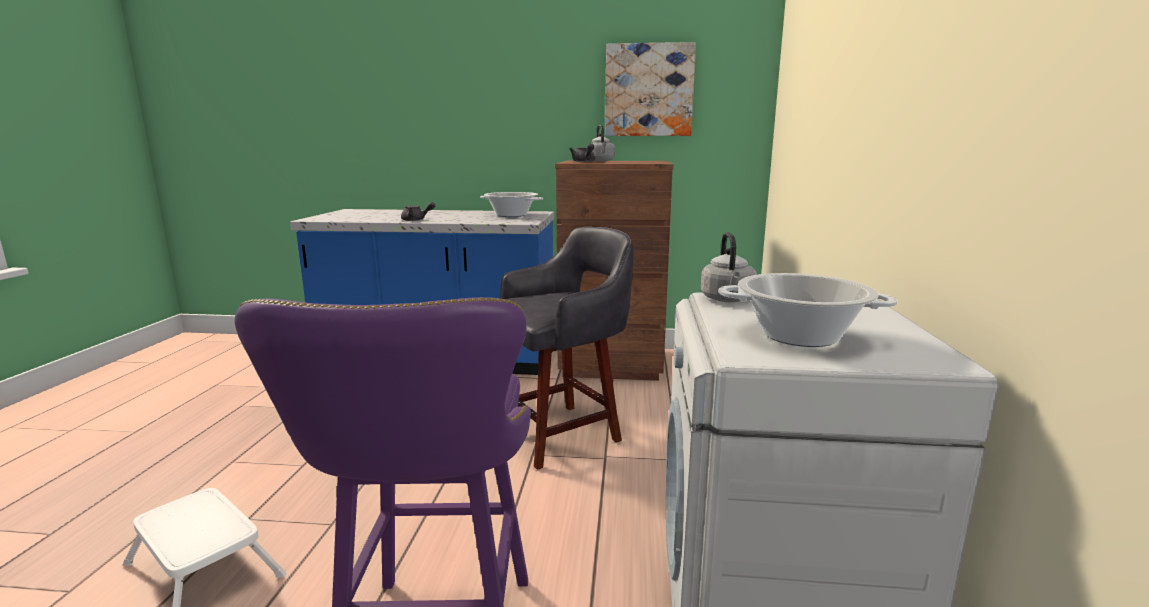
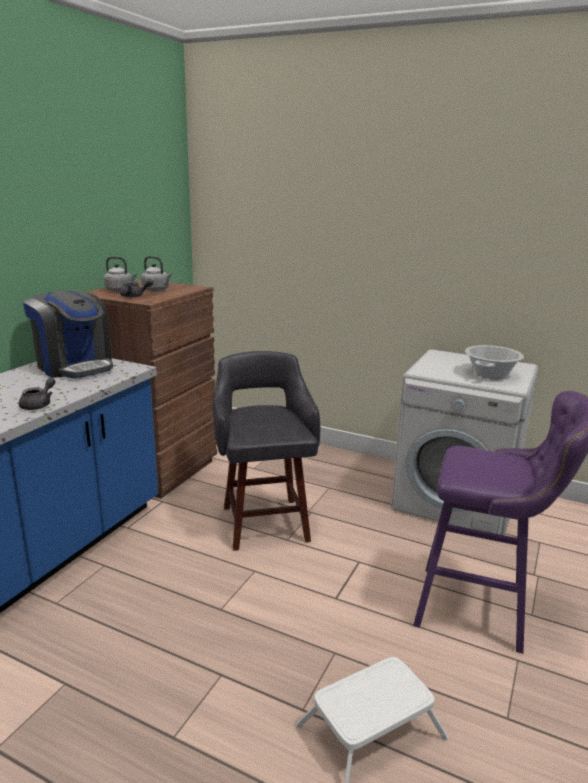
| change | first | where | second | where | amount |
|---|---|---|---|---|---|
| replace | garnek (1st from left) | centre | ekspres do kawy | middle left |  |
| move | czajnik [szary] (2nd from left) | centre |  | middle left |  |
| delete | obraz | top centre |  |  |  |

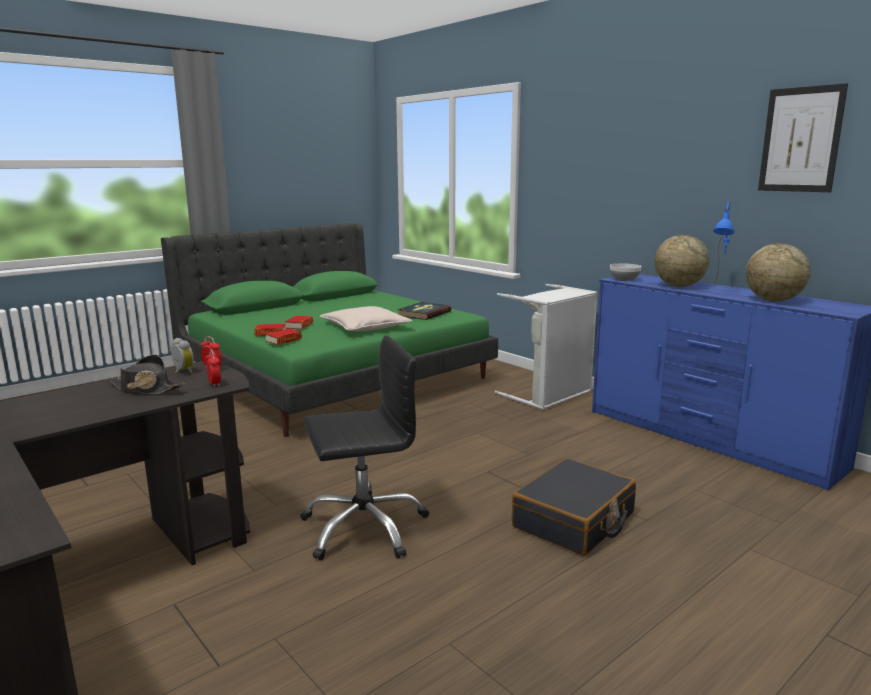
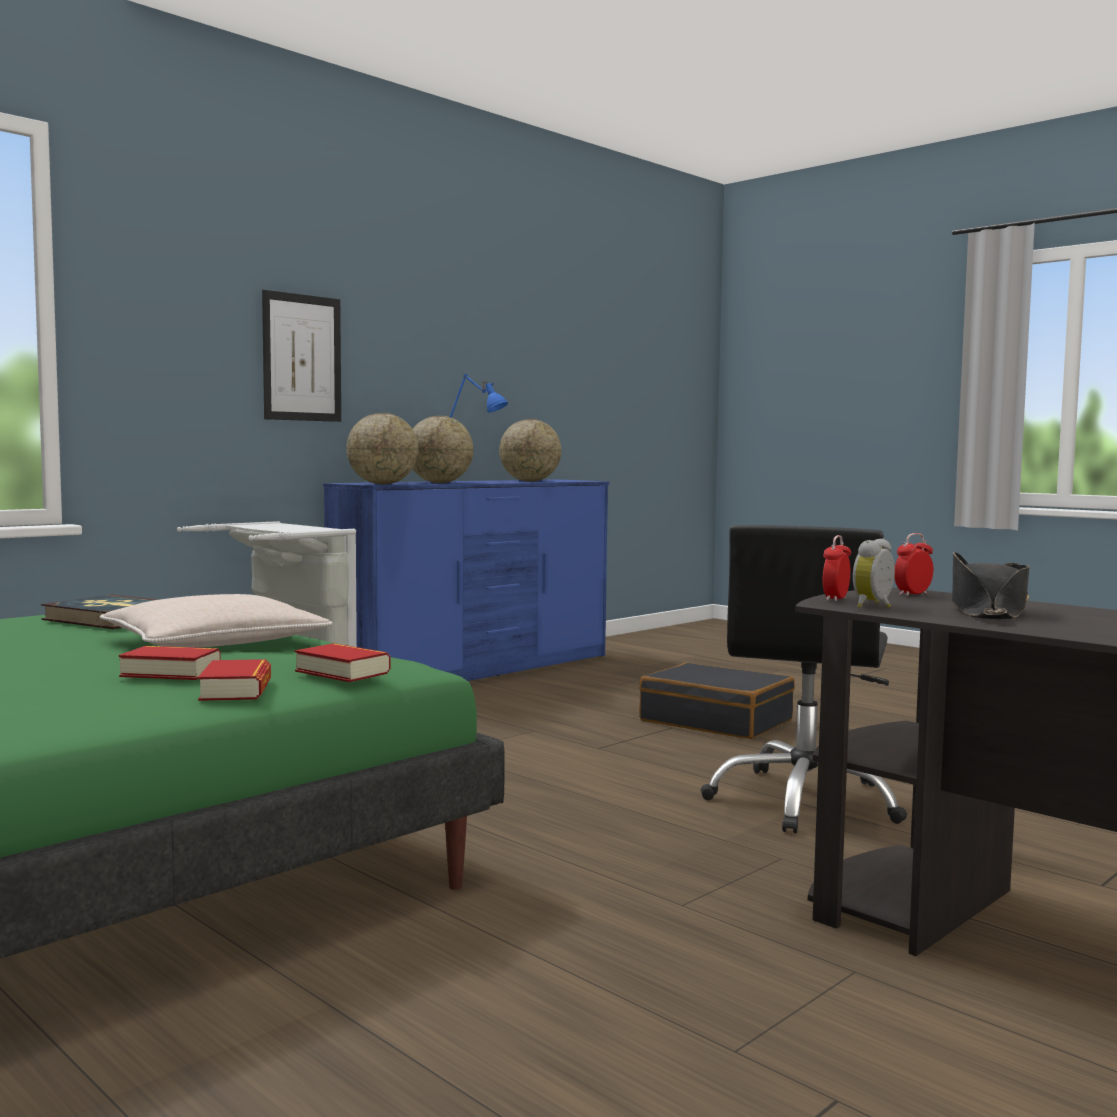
| change | first | where | second | where | amount |
|---|---|---|---|---|---|
| move | obraz | top right |  | top left |  |
| replace | miska | middle right | globus (1st from left) | centre |  |
| rotate | krzesło biurowe [czarny] | centre |  | middle right | 135 degrees counterclockwise |

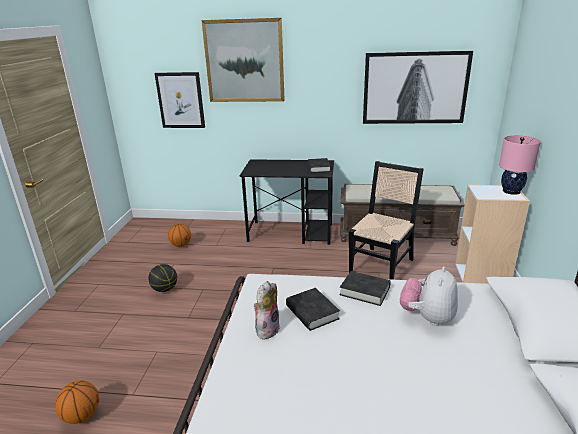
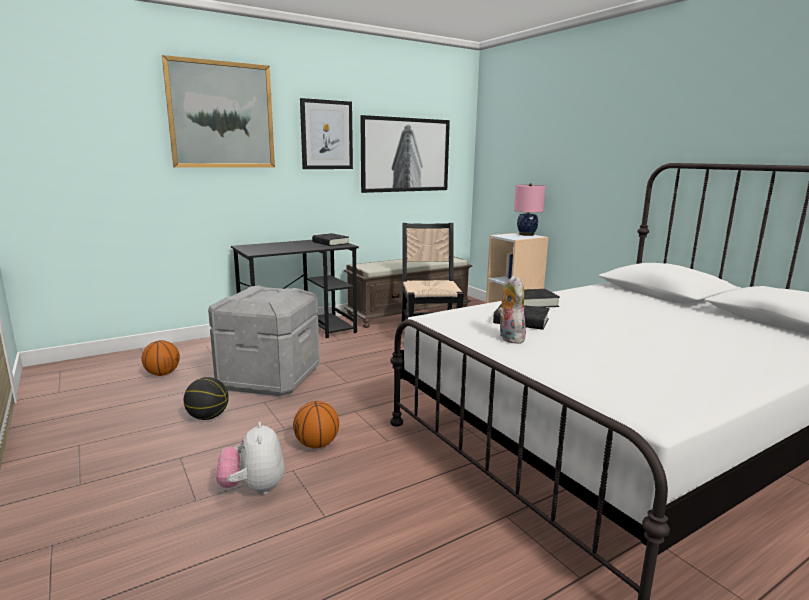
| change | first | where | second | where | amount |
|---|---|---|---|---|---|
| insert |  |  | pojemnik do przechowywania [szary] | middle left |  |
| move | pluszak (2nd from left in the first image) | bottom right | pluszak (1st from left) | bottom left |  |
| move | piłka do koszykówki (1st from left in the first image) | bottom left | piłka do koszykówki (3rd from left) | bottom centre |  |
| move | obraz (1st from left in the first image) | top left | obraz (2nd from left) | top centre |  |

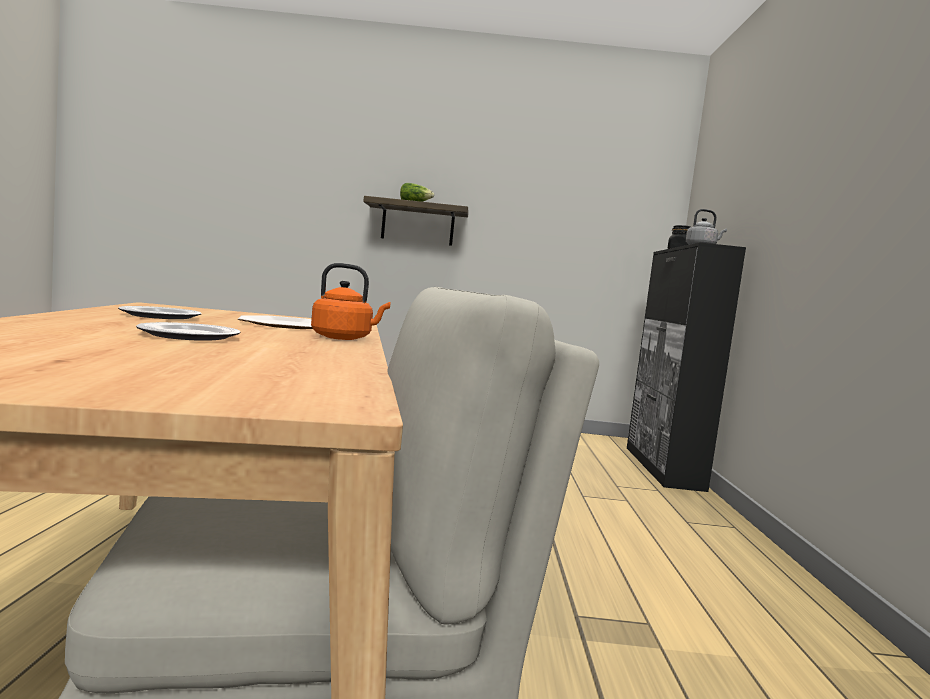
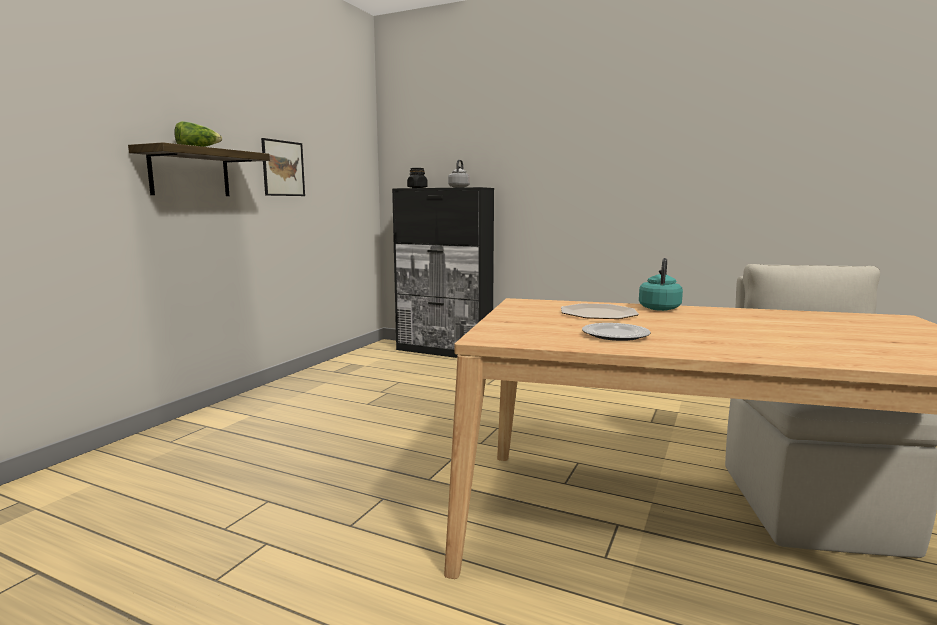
| change | first | where | second | where | amount |
|---|---|---|---|---|---|
| insert |  |  | obraz | top left |  |
| recolor | czajnik [pomarańczowy] | centre | czajnik [turkusowy] | middle right |  |
| delete | talerz (2nd from left) | middle left |  |  |  |

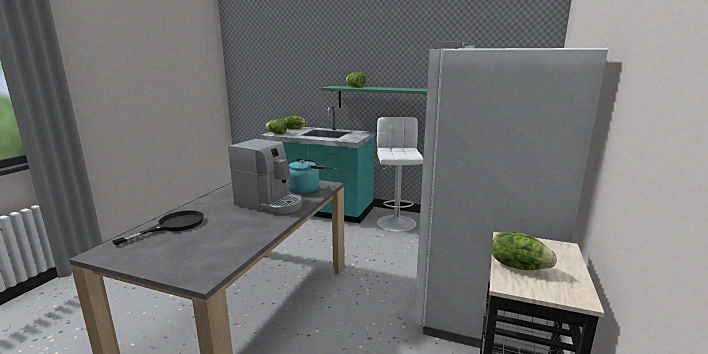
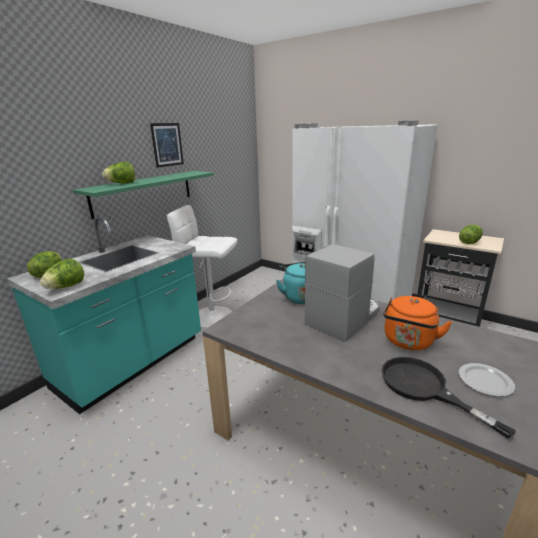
| change | first | where | second | where | amount |
|---|---|---|---|---|---|
| insert |  |  | obraz | top left |  |
| insert |  |  | czajnik [pomarańczowy] | middle right |  |
| insert |  |  | talerz | bottom right |  |

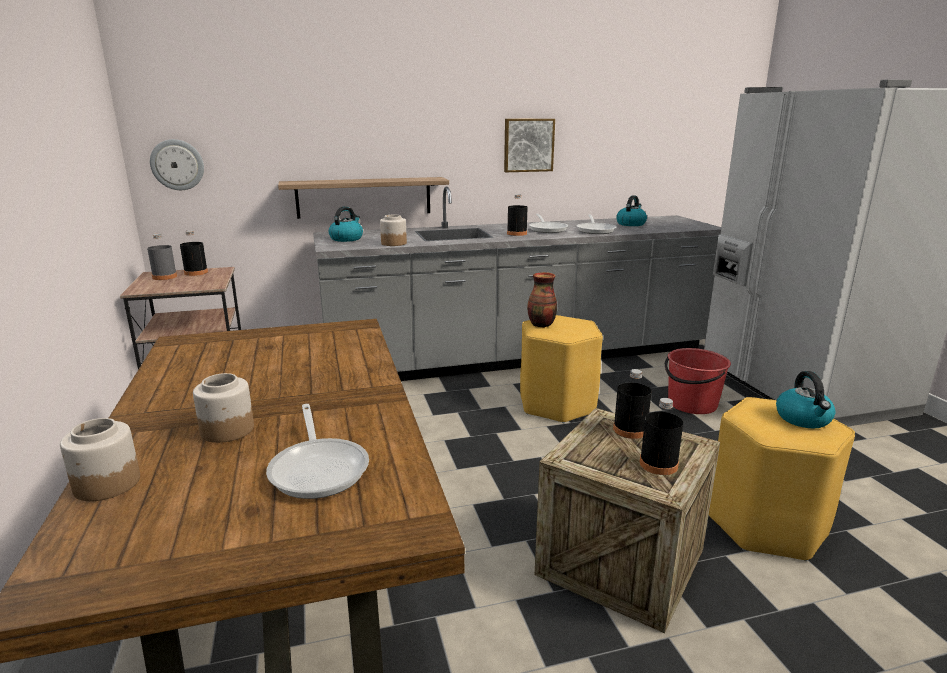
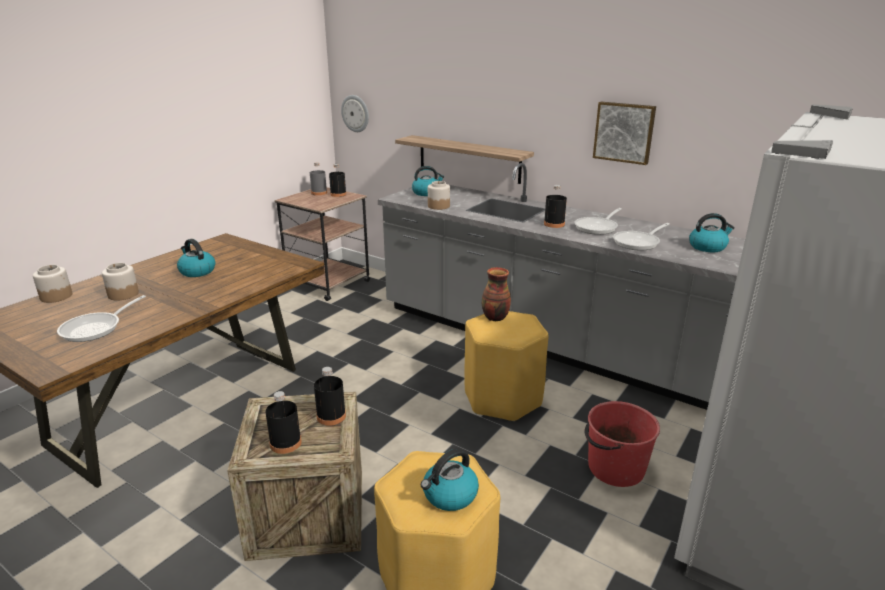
| change | first | where | second | where | amount |
|---|---|---|---|---|---|
| insert |  |  | czajnik (1st from left) | middle left |  |

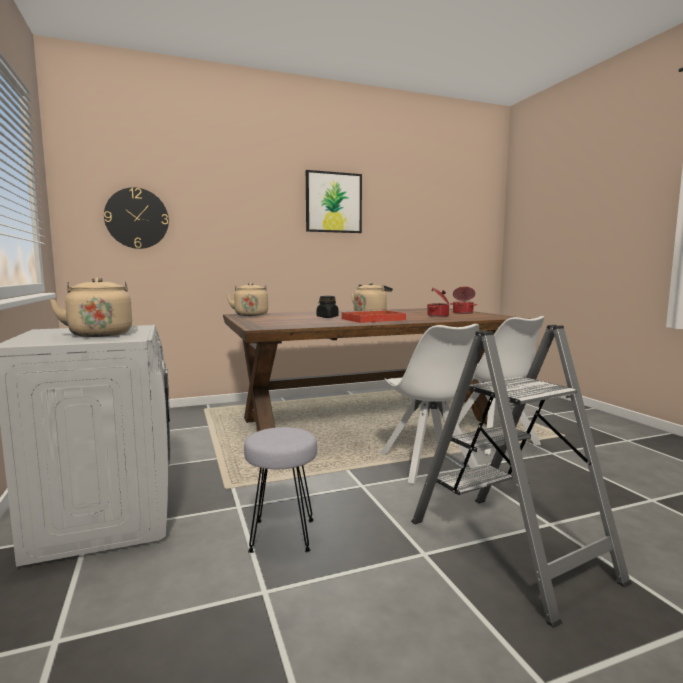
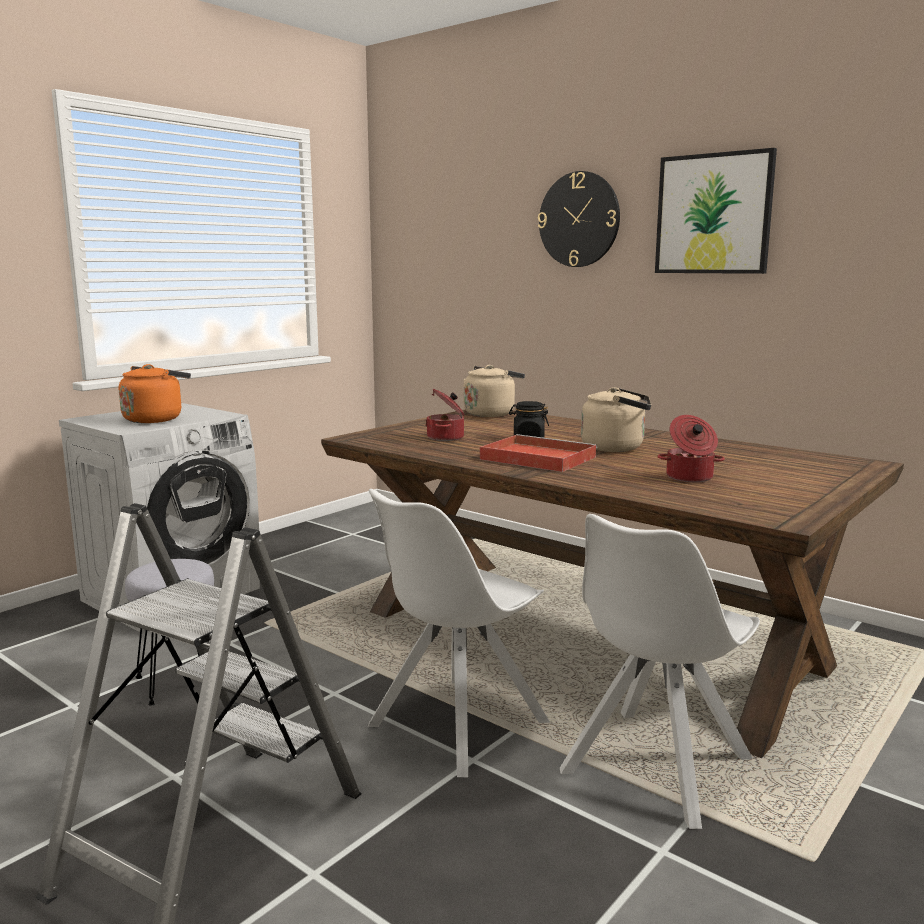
| change | first | where | second | where | amount |
|---|---|---|---|---|---|
| recolor | czajnik [beżowy] (1st from left) | middle left | czajnik [pomarańczowy] | middle left |  |
| move | garnek (2nd from left in the first image) | middle right | garnek (1st from left) | centre |  |
| move | zegar ścienny | top left |  | top centre |  |

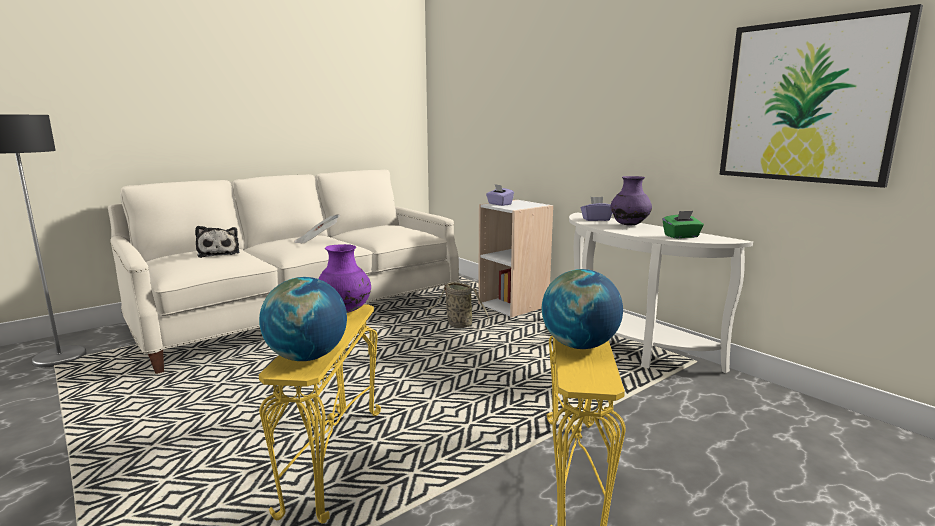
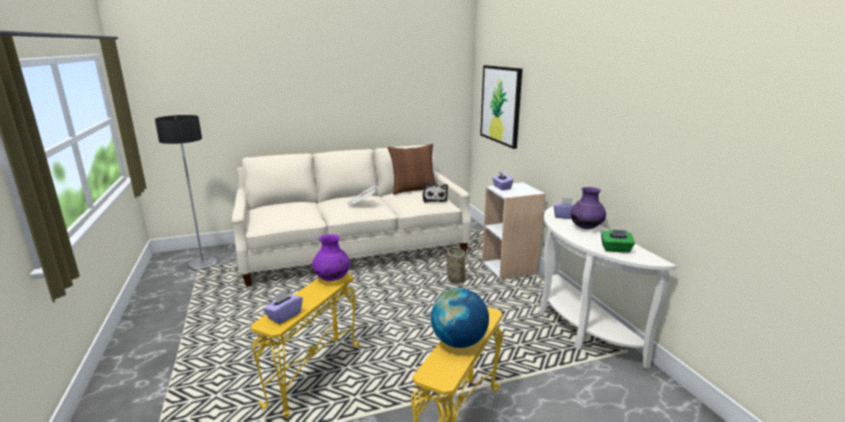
| change | first | where | second | where | amount |
|---|---|---|---|---|---|
| replace | globus (1st from left) | middle left | pudełko chusteczek [fioletowy] (1st from left) | bottom centre |  |
| insert |  |  | poduszka [brązowy] | centre |  |
| move | pluszak | middle left |  | centre |  |
| move | obraz | top right |  | top centre |  |

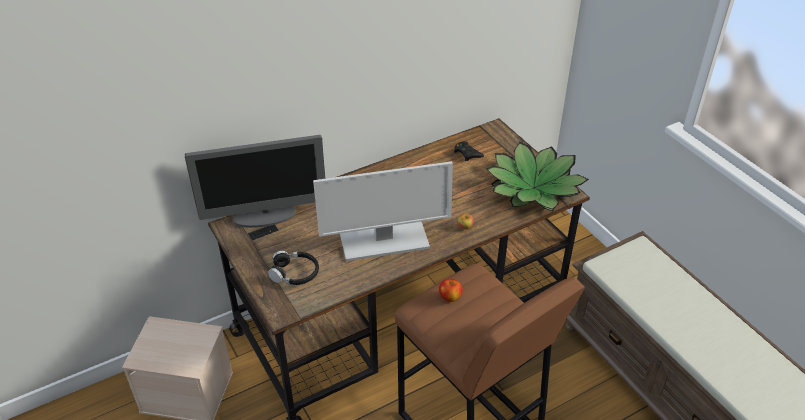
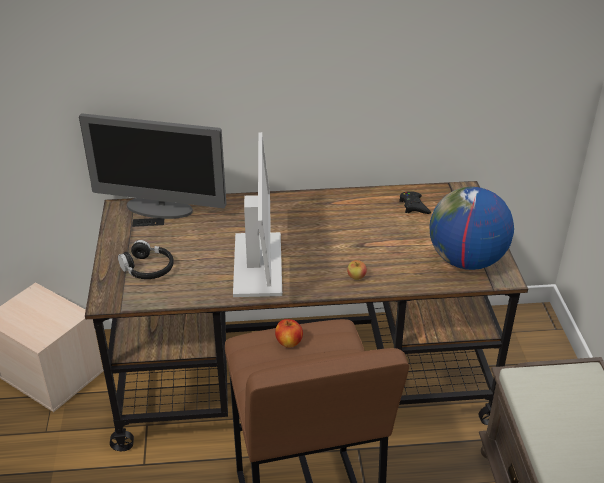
| change | first | where | second | where | amount |
|---|---|---|---|---|---|
| rotate | monitor (2nd from left) | centre |  | centre | 105 degrees counterclockwise |
| replace | roślina doniczkowa | middle right | globus | middle right |  |

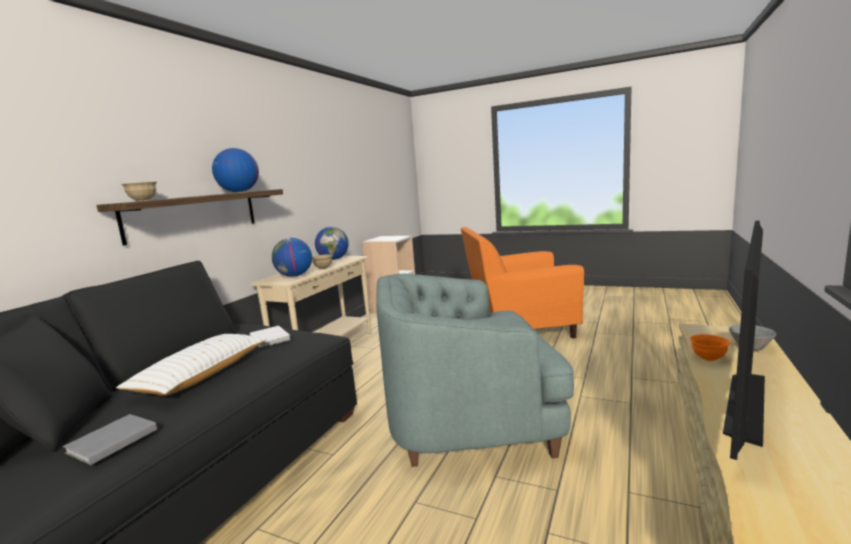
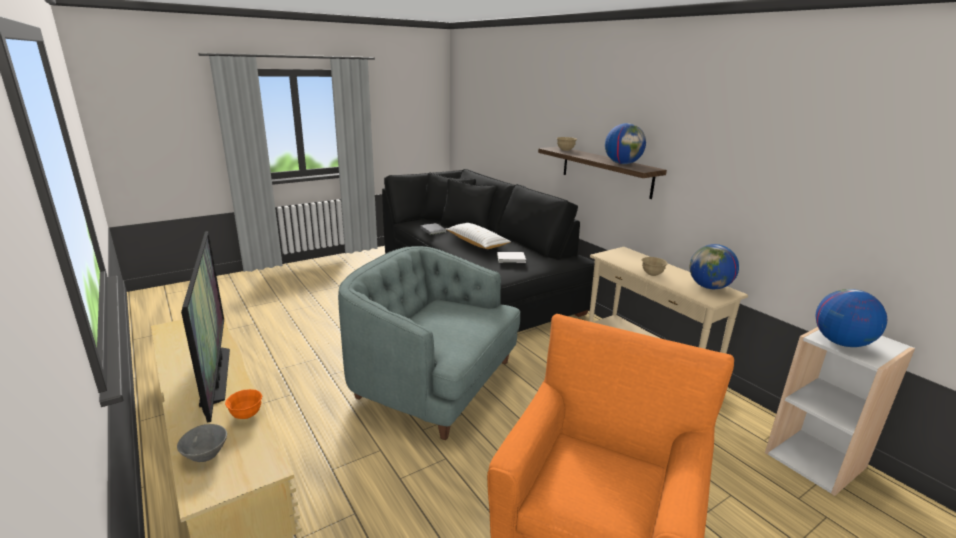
| change | first | where | second | where | amount |
|---|---|---|---|---|---|
| rotate | fotel [szary] | bottom centre |  | centre | 90 degrees counterclockwise |
| move | globus (2nd from left in the first image) | centre | globus (3rd from left) | middle right |  |

